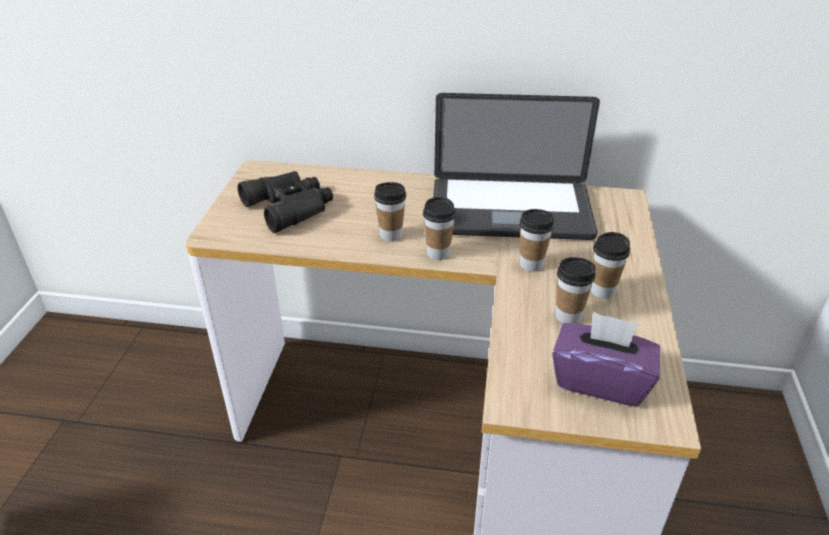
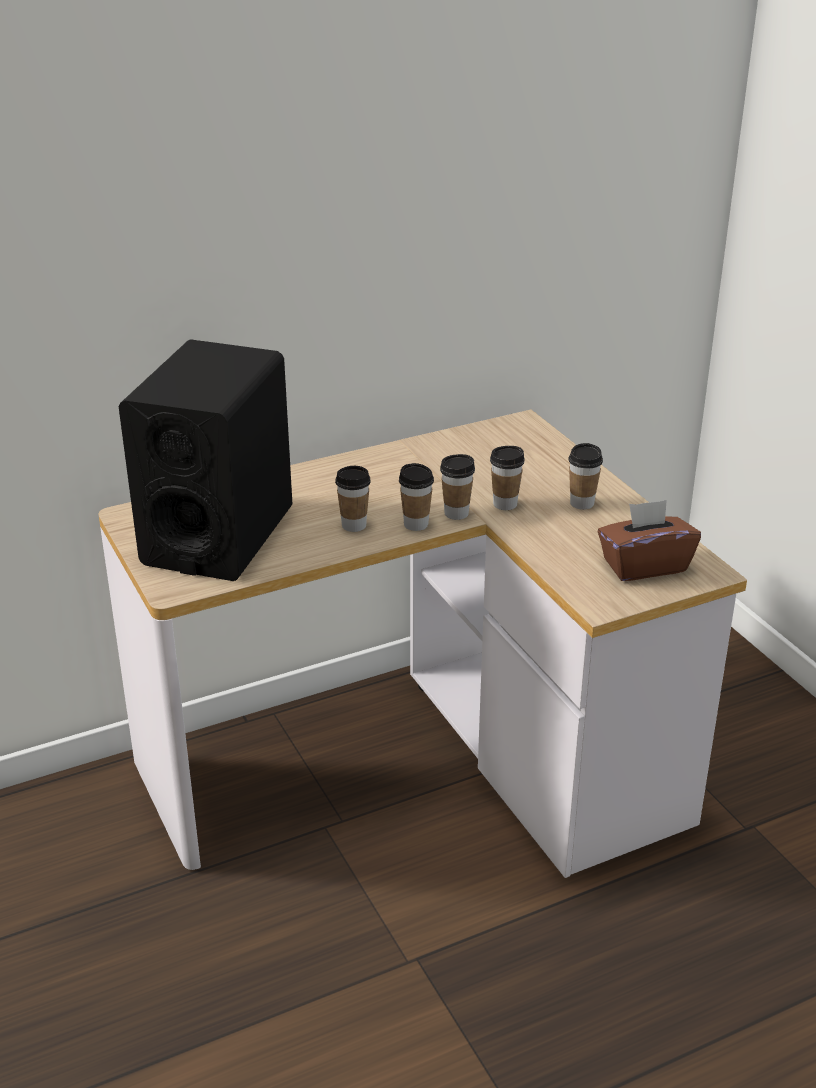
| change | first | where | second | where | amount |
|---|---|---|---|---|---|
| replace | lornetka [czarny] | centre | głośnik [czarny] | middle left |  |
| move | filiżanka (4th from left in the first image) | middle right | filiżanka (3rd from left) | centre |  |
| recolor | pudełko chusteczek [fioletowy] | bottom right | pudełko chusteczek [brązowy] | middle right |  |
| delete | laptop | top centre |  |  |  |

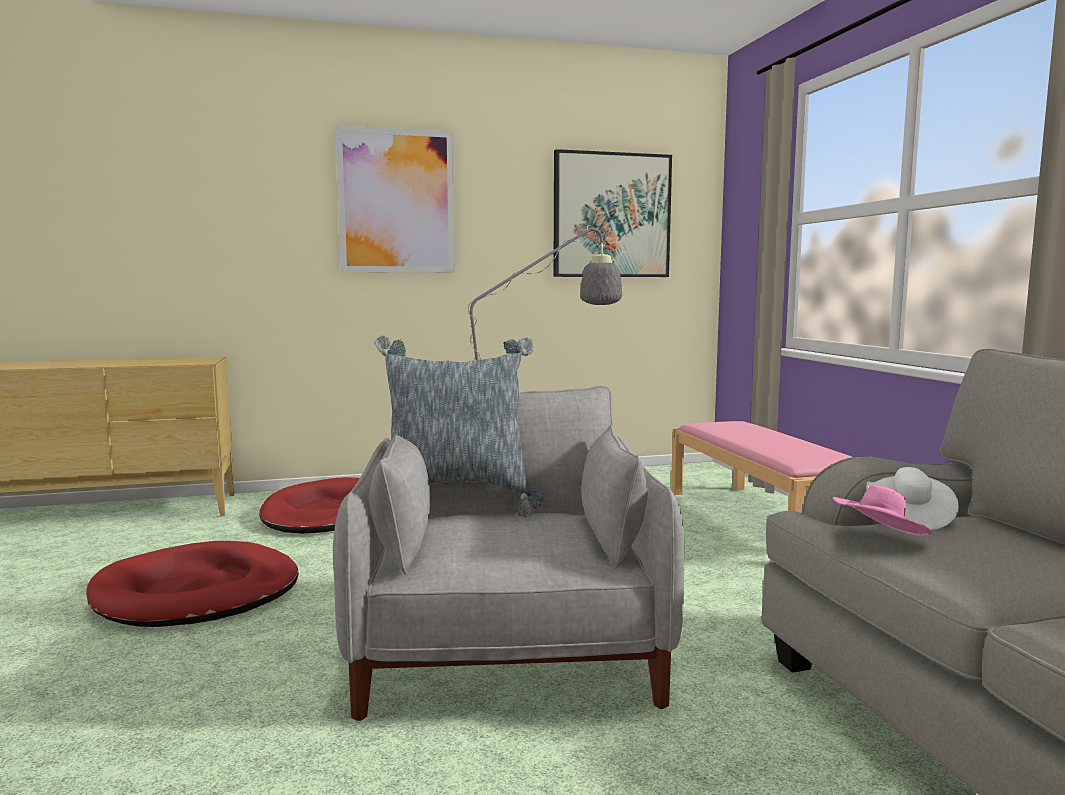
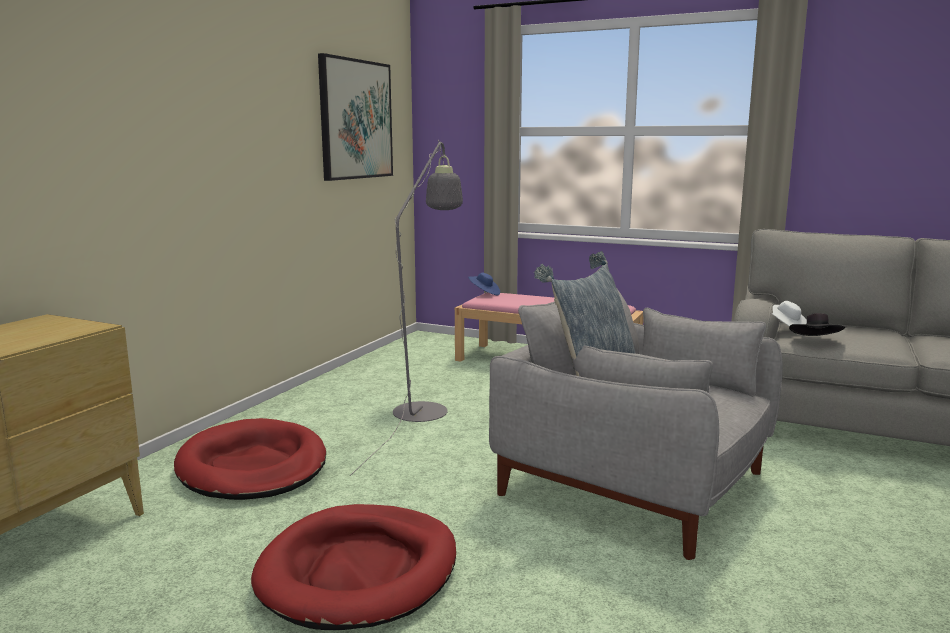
| change | first | where | second | where | amount |
|---|---|---|---|---|---|
| insert |  |  | kapelusz [niebieski] | centre |  |
| recolor | kapelusz [różowy] | middle right | kapelusz [czarny] | middle right |  |
| delete | obraz (1st from left) | top centre |  |  |  |

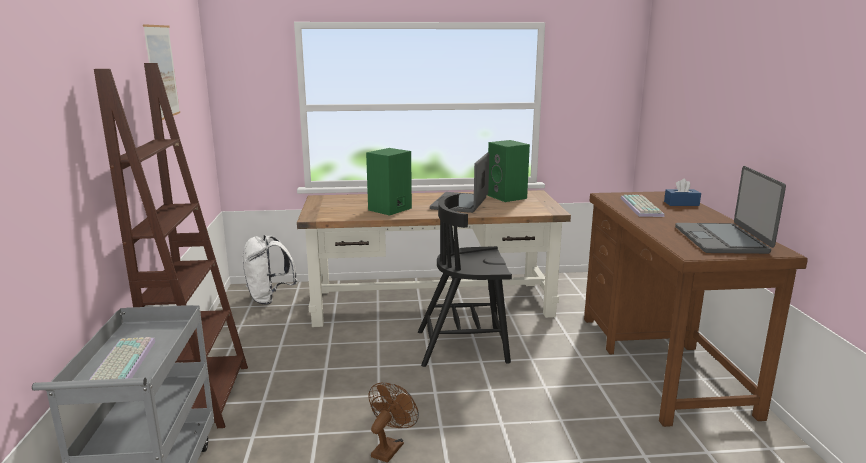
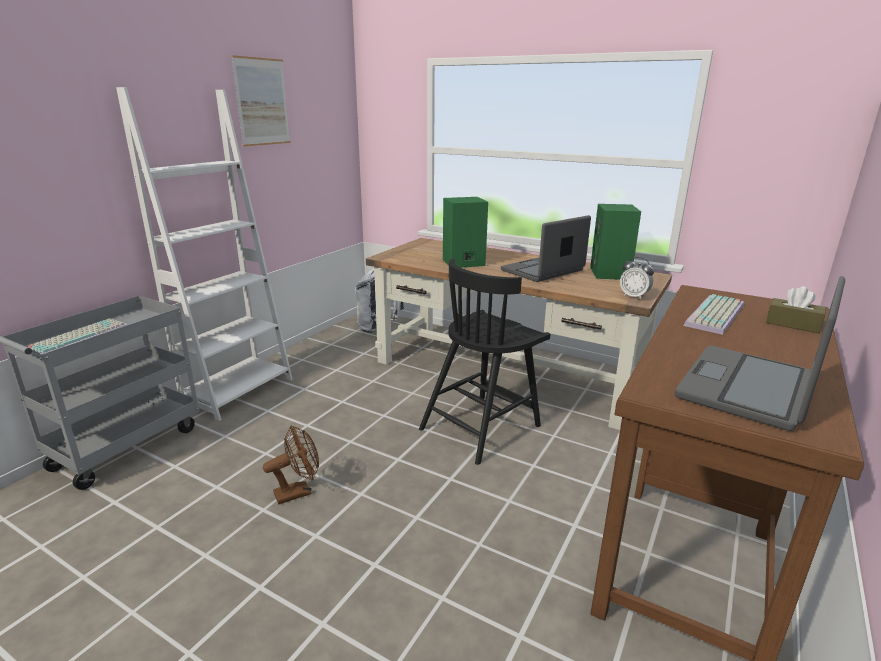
| change | first | where | second | where | amount |
|---|---|---|---|---|---|
| recolor | regał [brązowy] | middle left | regał [biały] | middle left |  |
| rotate | krzesło [czarny] | centre |  | centre | 75 degrees counterclockwise |
| insert |  |  | budzik | middle right |  |
| recolor | pudełko chusteczek [niebieski] | middle right | pudełko chusteczek [brązowy] | middle right |  |

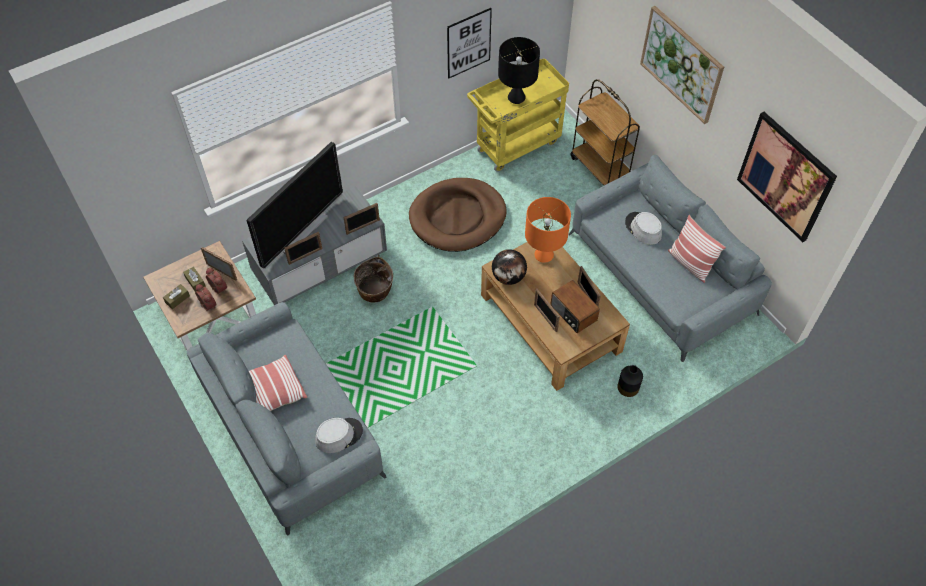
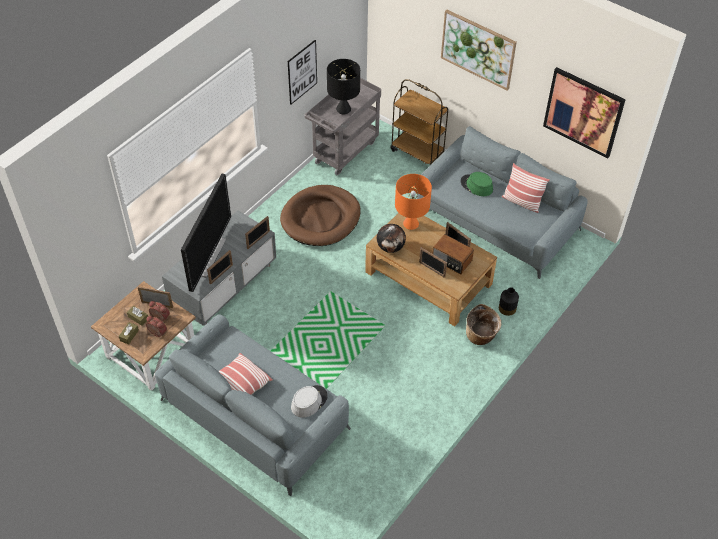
| change | first | where | second | where | amount |
|---|---|---|---|---|---|
| recolor | wózek [żółty] | top centre | wózek [szary] | top centre |  |
| recolor | kapelusz [szary] (2nd from left) | middle right | kapelusz [zielony] | centre |  |
| move | koszyk | centre |  | middle right |  |

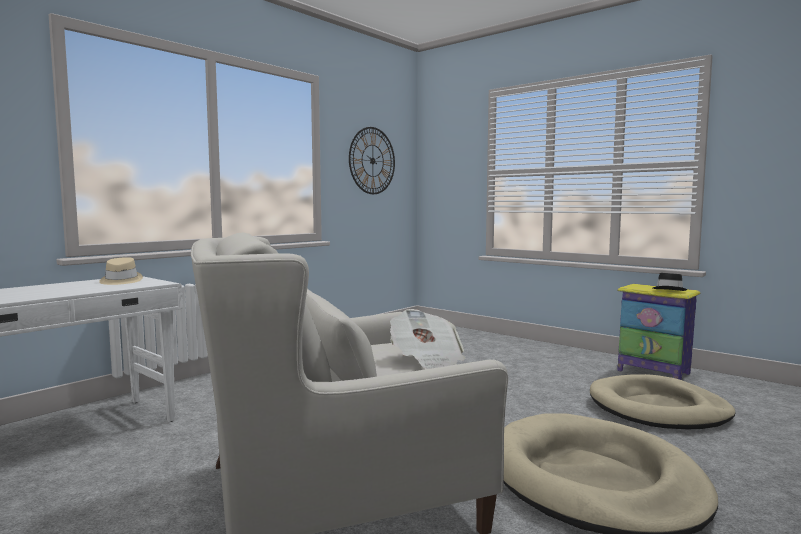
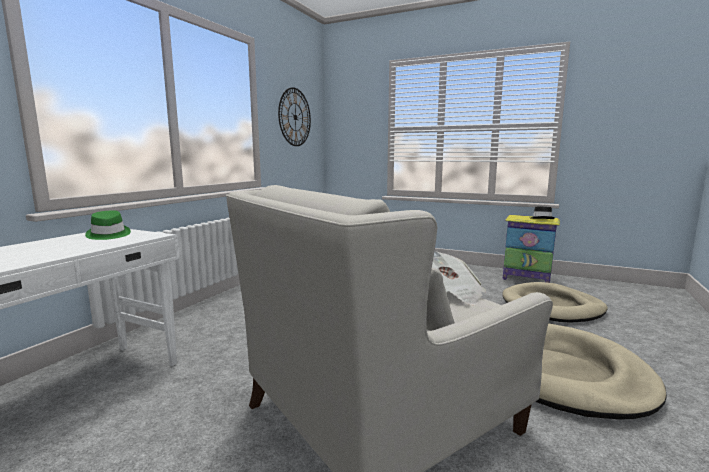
| change | first | where | second | where | amount |
|---|---|---|---|---|---|
| recolor | kapelusz [beżowy] | middle left | kapelusz [zielony] | middle left |  |

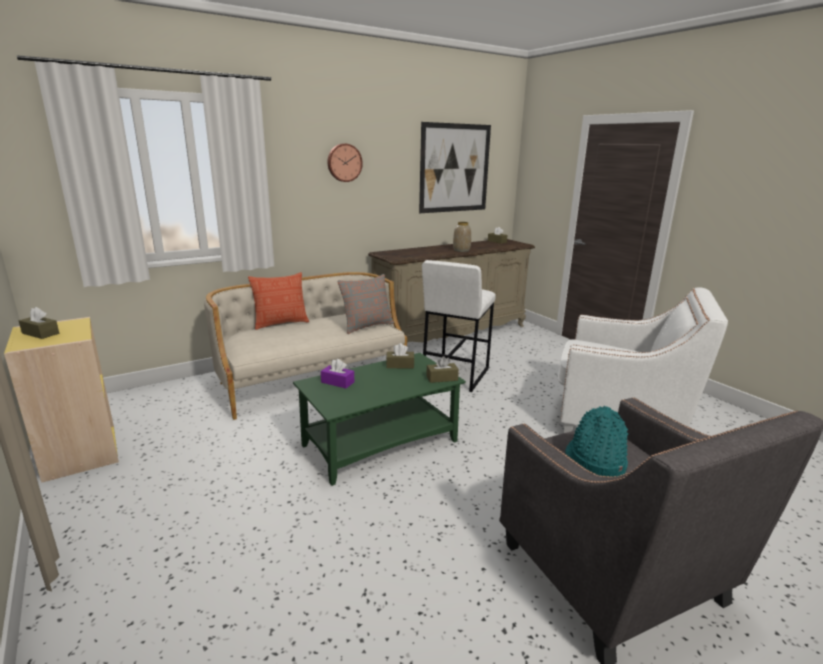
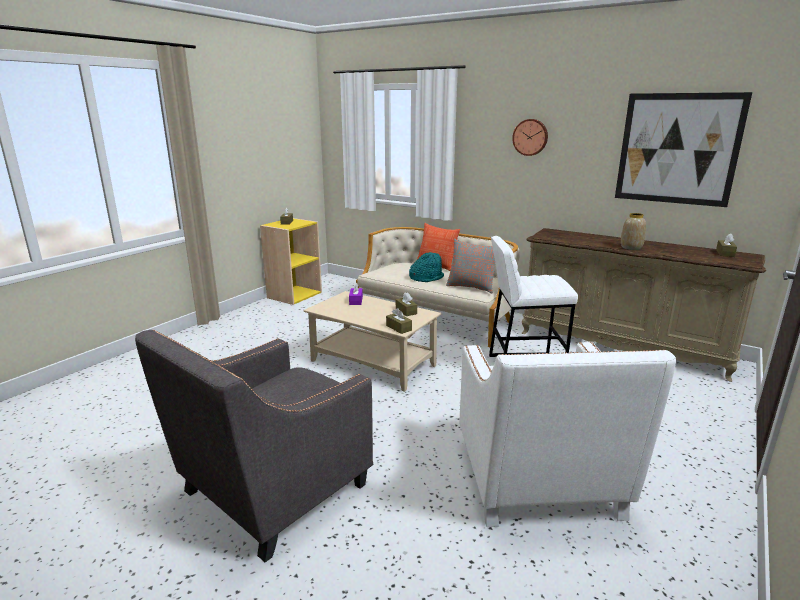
| change | first | where | second | where | amount |
|---|---|---|---|---|---|
| recolor | ława [zielony] | centre | ława [beżowy] | centre |  |
| move | kapelusz [turkusowy] | middle right |  | centre |  |

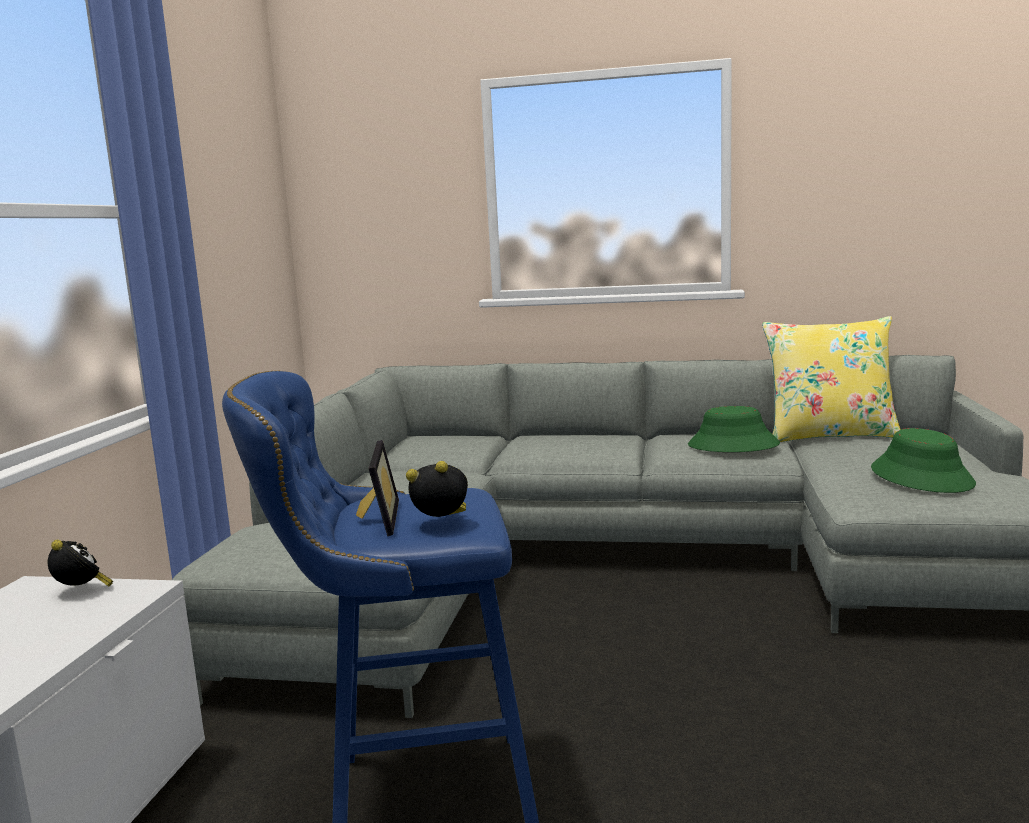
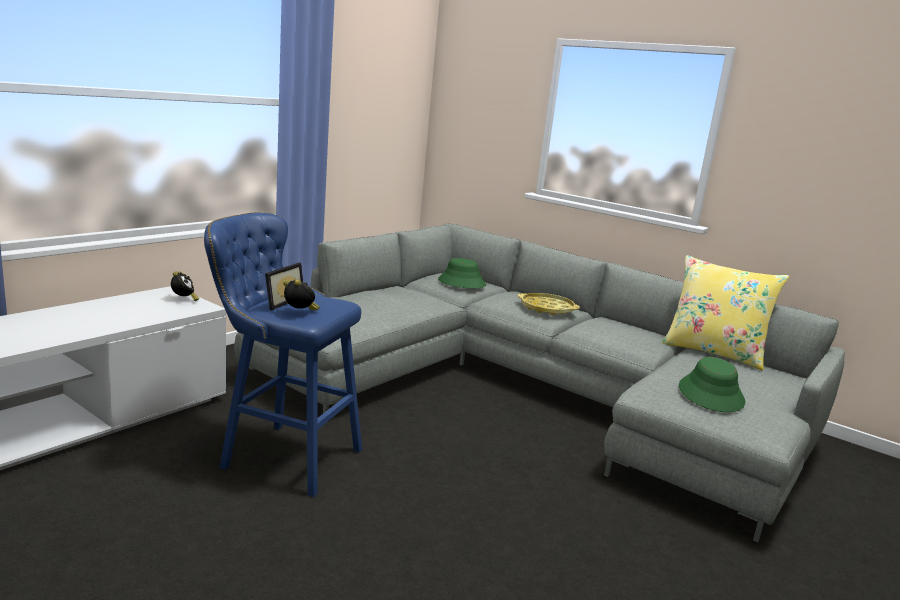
| change | first | where | second | where | amount |
|---|---|---|---|---|---|
| move | kapelusz [zielony] (1st from left) | middle right |  | centre |  |
| insert |  |  | taca [żółty] | centre |  |

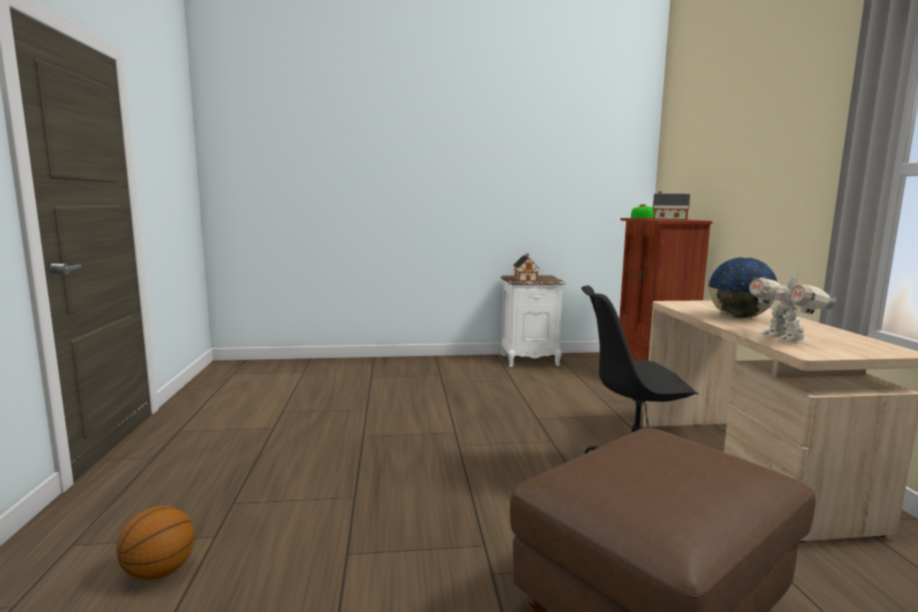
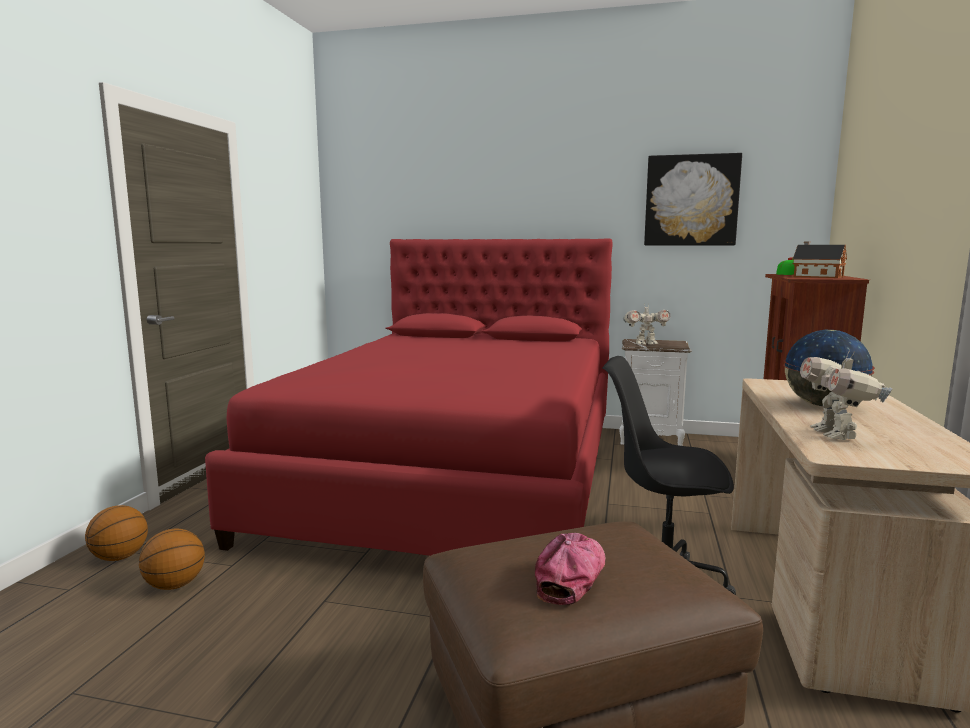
| change | first | where | second | where | amount |
|---|---|---|---|---|---|
| insert |  |  | piłka do koszykówki (1st from left) | bottom left |  |
| insert |  |  | łóżko [czerwony] | centre |  |
| insert |  |  | czapka z daszkiem (1st from left) | bottom centre |  |
| replace | domek (1st from left) | centre | robot zabawkowy (1st from left) | centre |  |
| insert |  |  | obraz | top right |  |

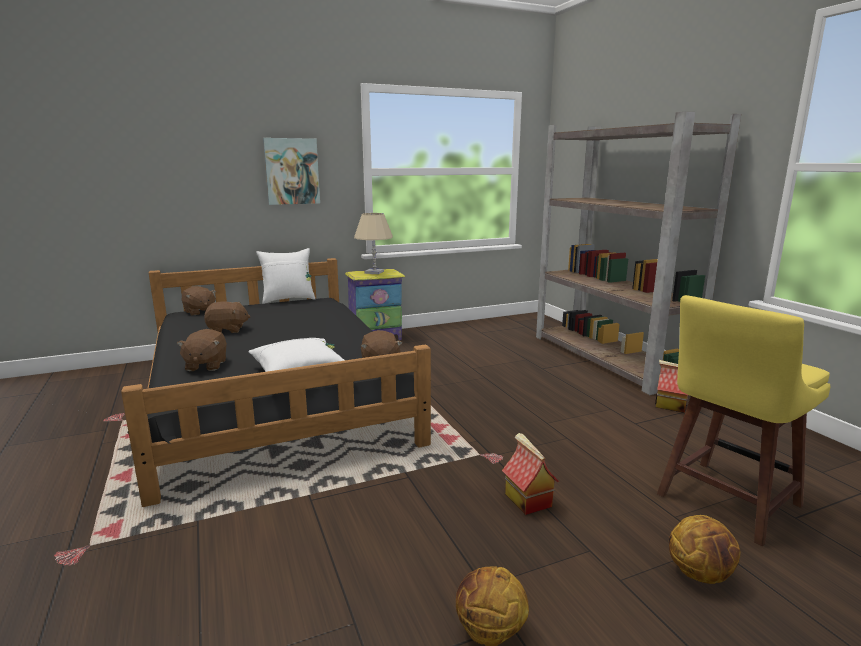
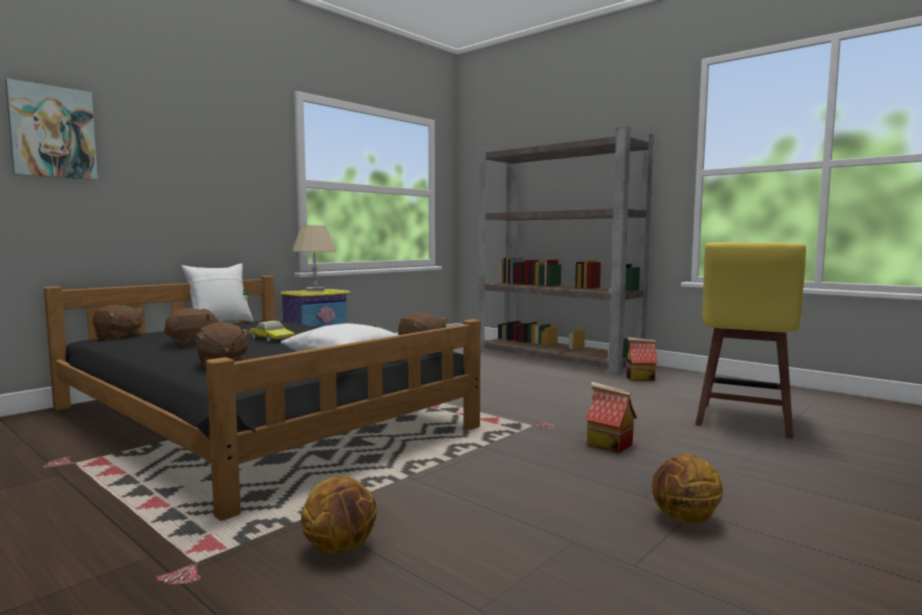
| change | first | where | second | where | amount |
|---|---|---|---|---|---|
| move | obraz | top centre |  | top left |  |
| insert |  |  | samochodzik | middle left |  |
| move | piłka do koszykówki (2nd from left in the first image) | bottom right | piłka do koszykówki (1st from left) | bottom centre |  |

